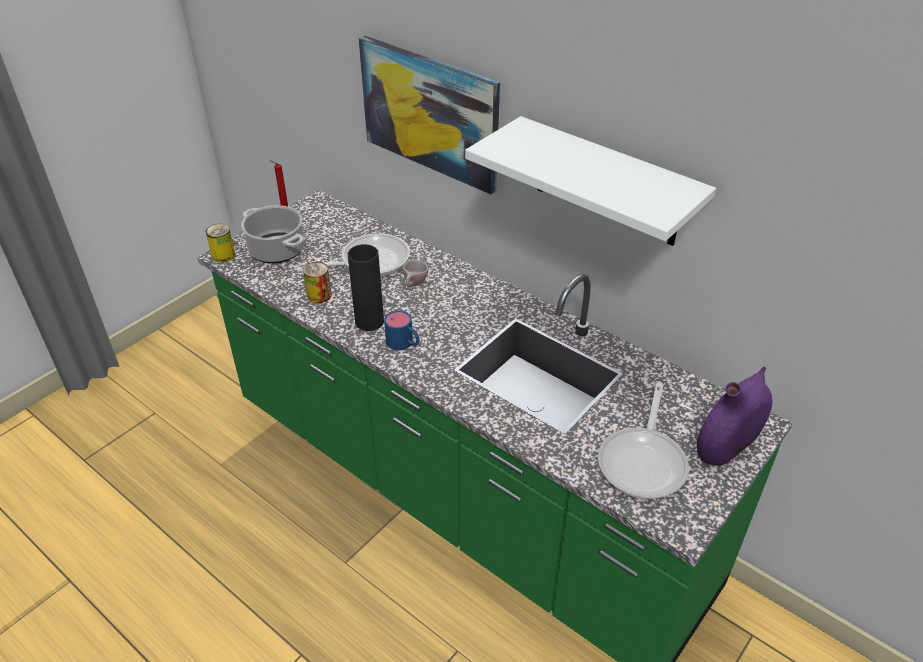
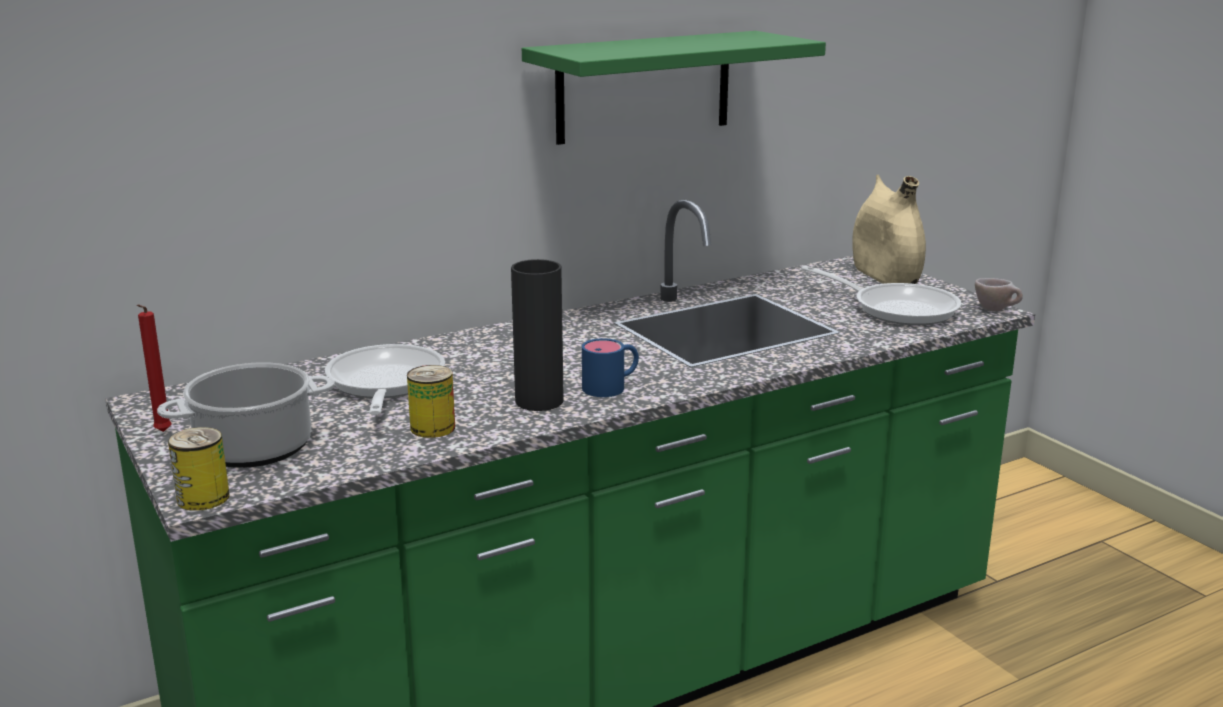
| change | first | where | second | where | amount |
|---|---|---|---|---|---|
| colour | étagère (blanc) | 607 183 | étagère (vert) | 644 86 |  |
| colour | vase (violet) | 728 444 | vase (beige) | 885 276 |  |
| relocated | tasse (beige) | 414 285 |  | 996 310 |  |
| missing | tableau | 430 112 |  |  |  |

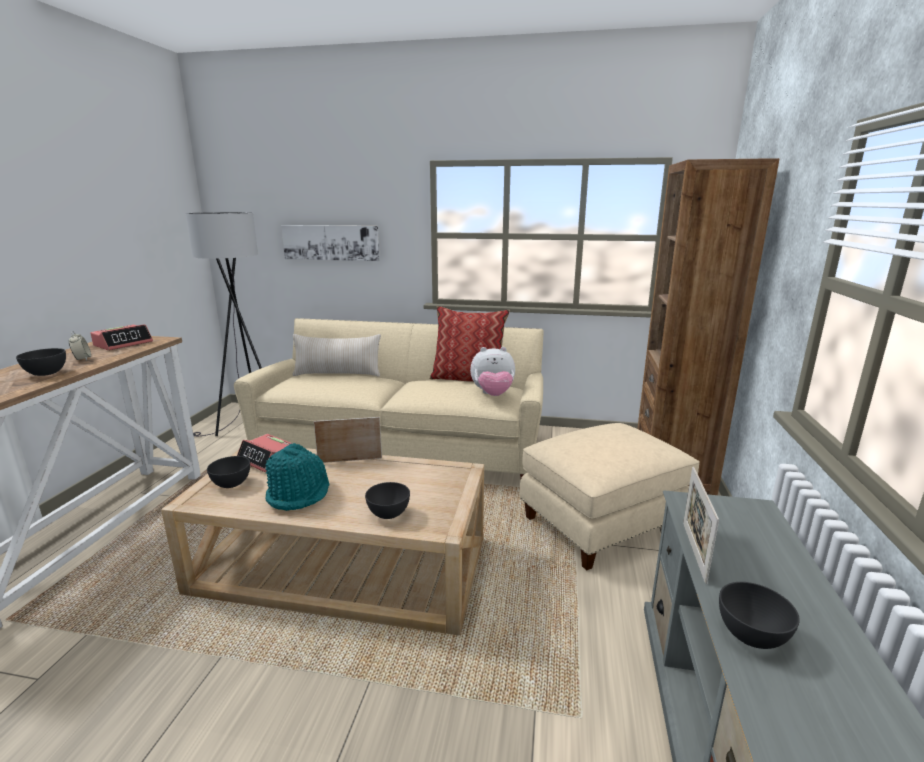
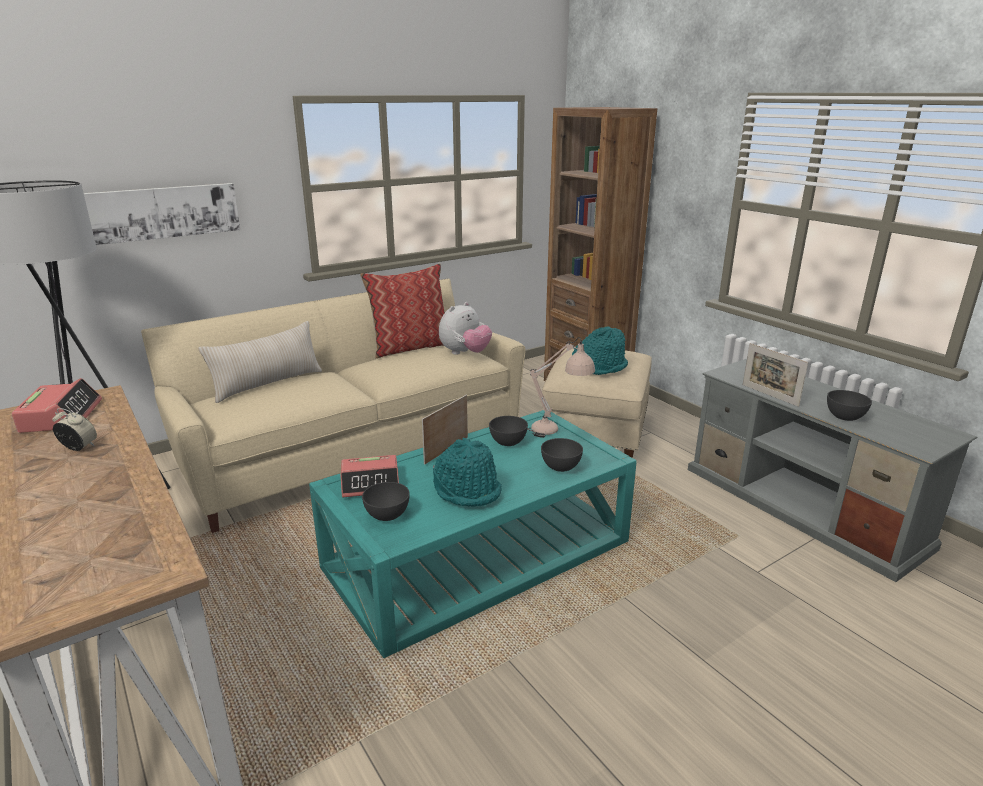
| change | first | where | second | where | amount |
|---|---|---|---|---|---|
| colour | table basse (beige) | 343 564 | table basse (turquoise) | 477 553 |  |
| relocated | bol (gris) | 46 373 |  | 507 442 |  |
| appeared |  |  | lampe de table (beige) | 558 431 |  |
| appeared |  |  | chapeau (turquoise) | 599 367 |  |

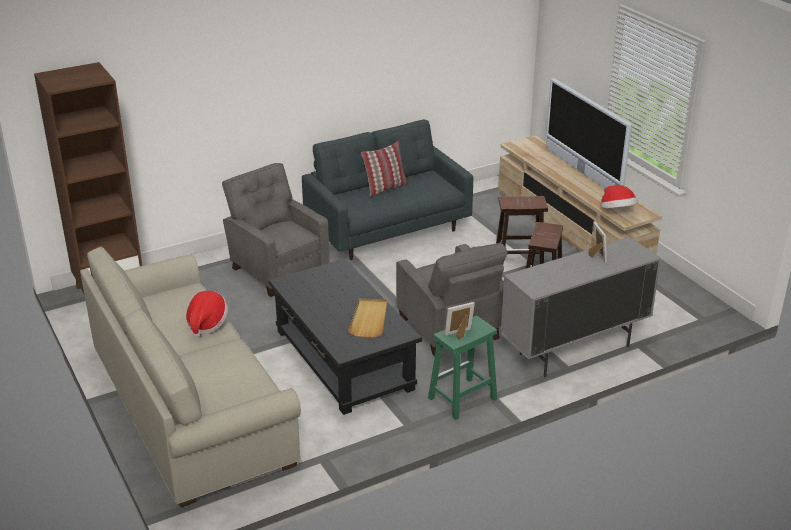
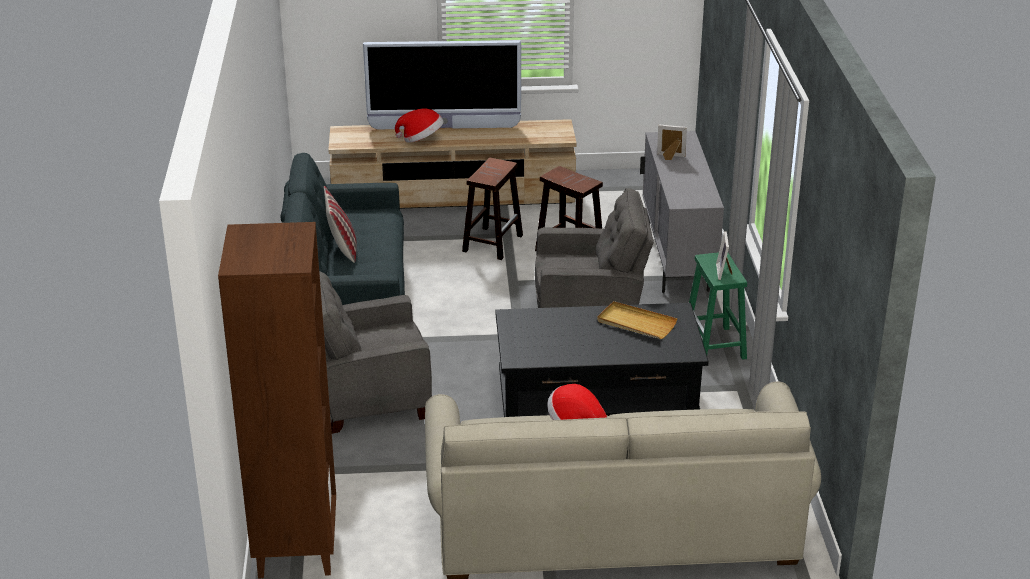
| change | first | where | second | where | amount |
|---|---|---|---|---|---|
| relocated | chapeau | 617 211 |  | 421 139 |  |

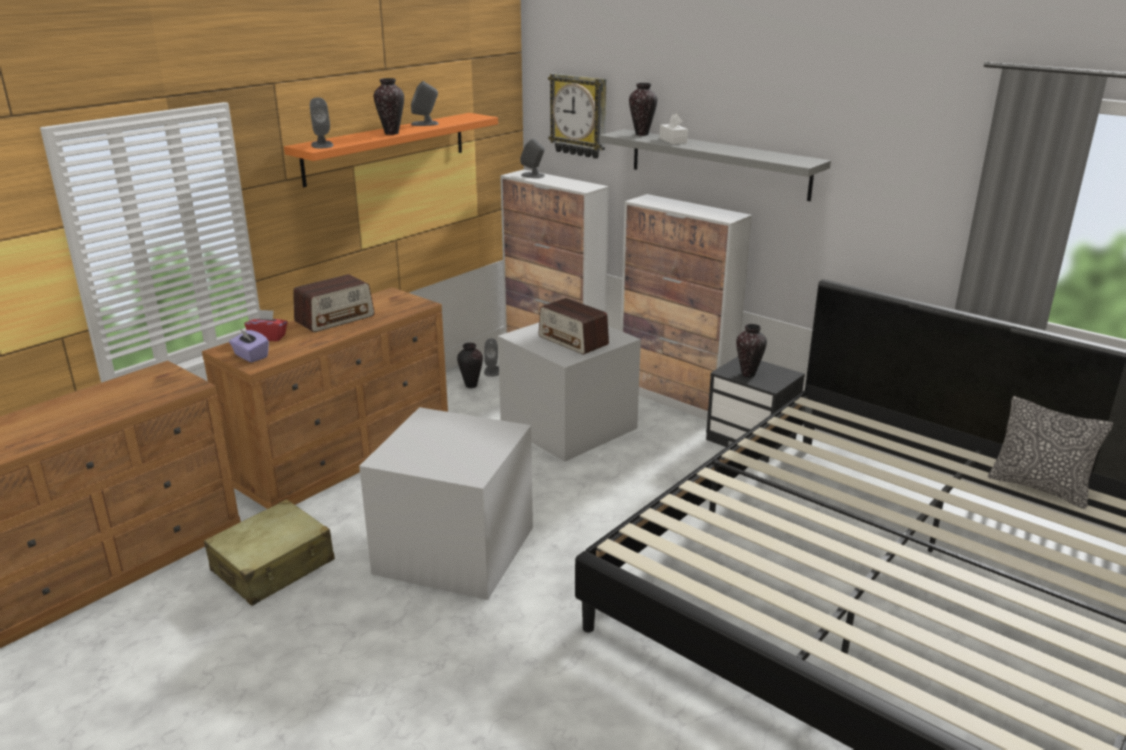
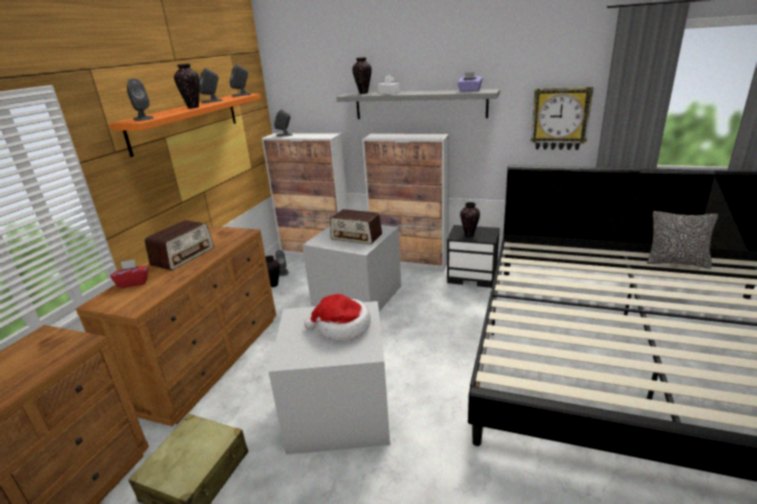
| change | first | where | second | where | amount |
|---|---|---|---|---|---|
| appeared |  |  | enceinte (gris) | 241 95 |  |
| appeared |  |  | chapeau | 342 327 |  |
| relocated | boîte à mouchoirs (violet) | 250 356 |  | 469 91 |  |
| relocated | horloge murale | 579 115 |  | 560 118 |  |

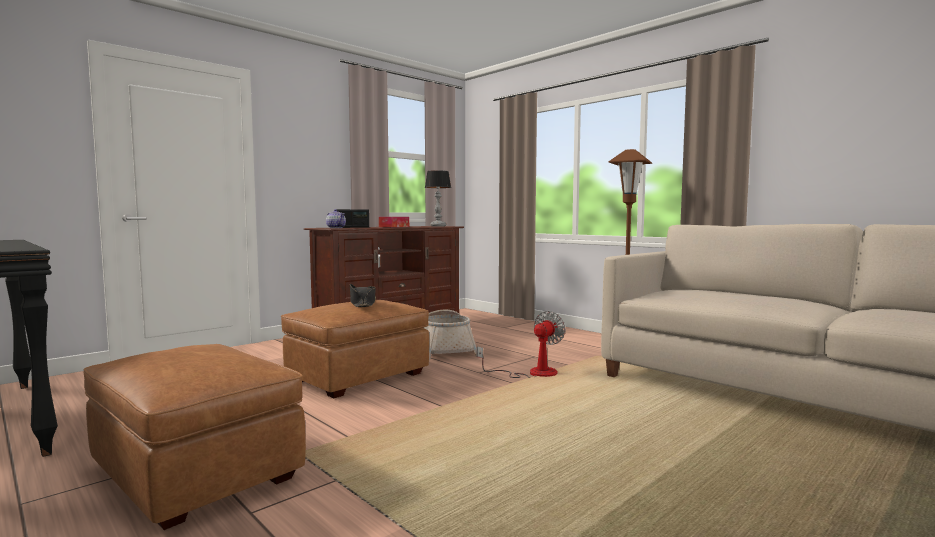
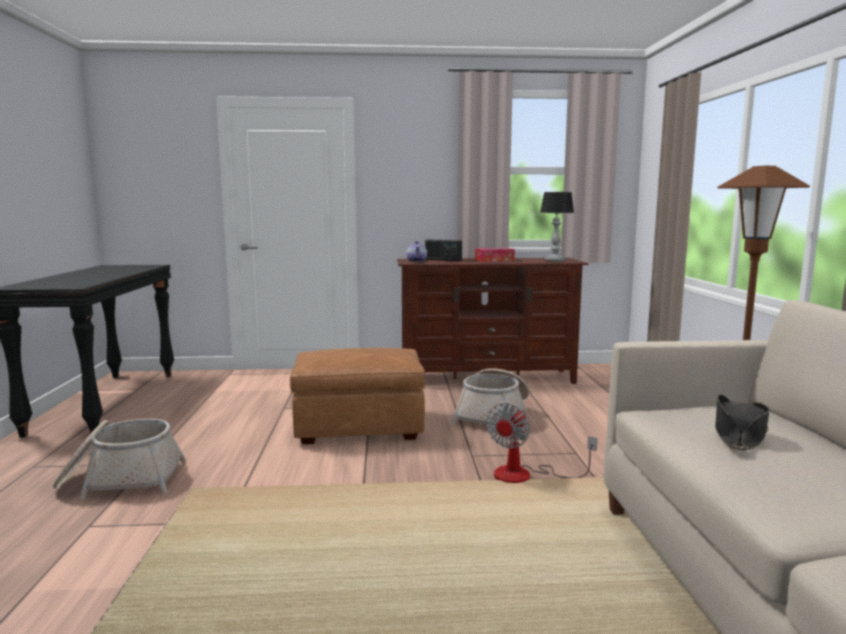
| change | first | where | second | where | amount |
|---|---|---|---|---|---|
| exchanged | pouf (marron) | 195 473 | panier | 121 480 |  |
| spun | ventilateur | 532 373 |  | 525 475 | 135 degrees clockwise |
| relocated | chapeau (noir) | 362 303 |  | 739 435 |  |

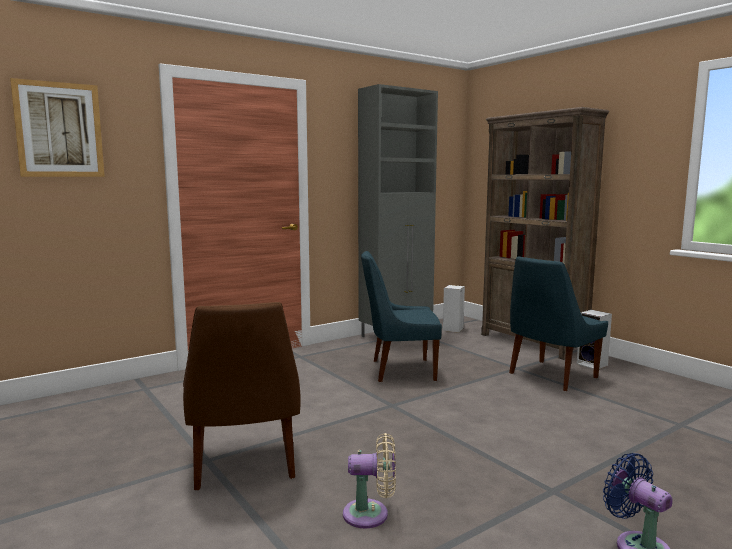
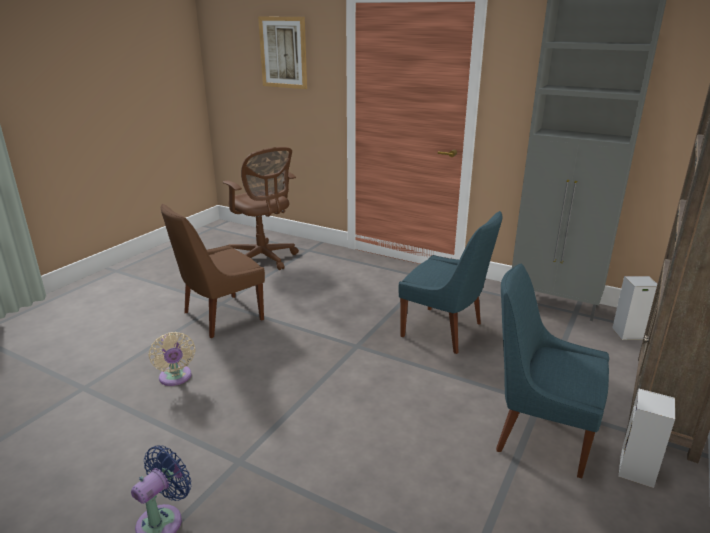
| change | first | where | second | where | amount |
|---|---|---|---|---|---|
| appeared |  |  | chaise de bureau (marron) | 264 259 |  |
| spun | chaise (bleu) | 400 370 |  | 445 331 | 150 degrees clockwise |

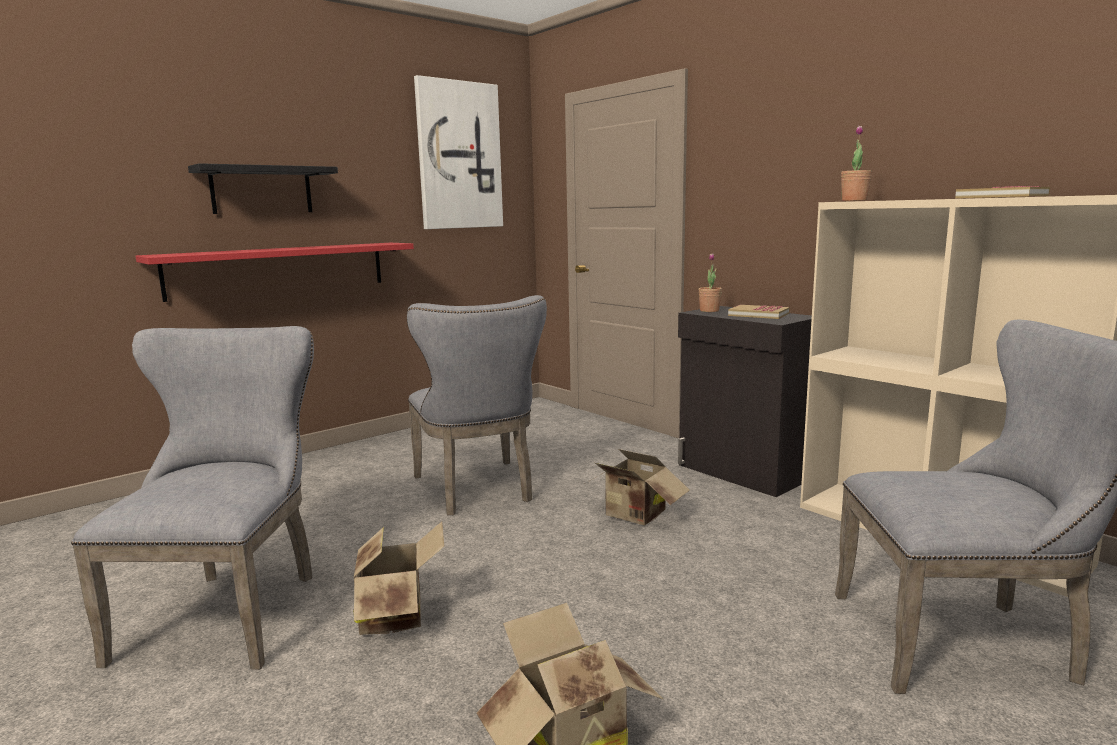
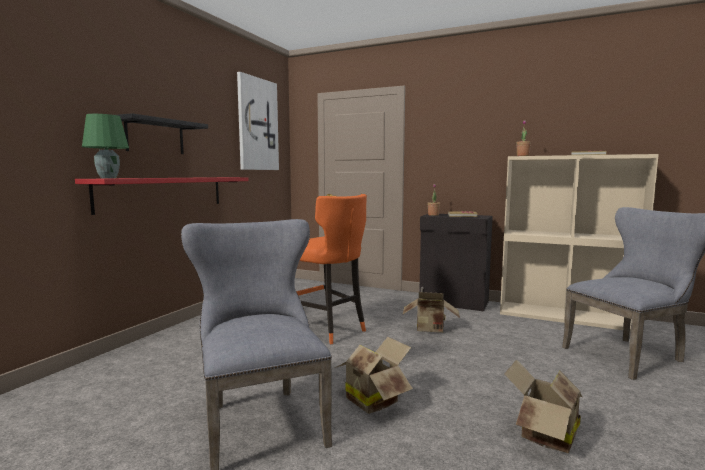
| change | first | where | second | where | amount |
|---|---|---|---|---|---|
| appeared |  |  | lampe de table (vert) | 108 178 |  |
| exchanged | chaise (gris) | 478 490 | tabouret (orange) | 327 330 |  |

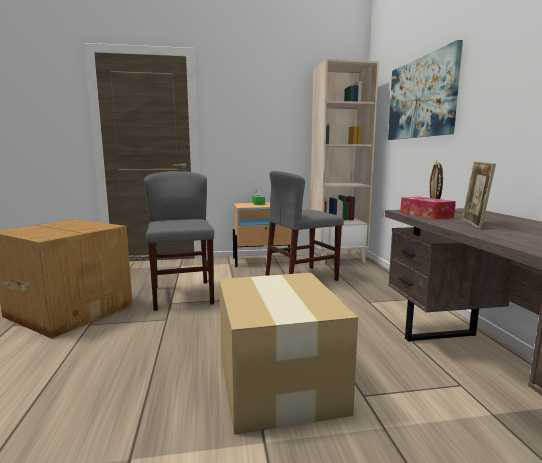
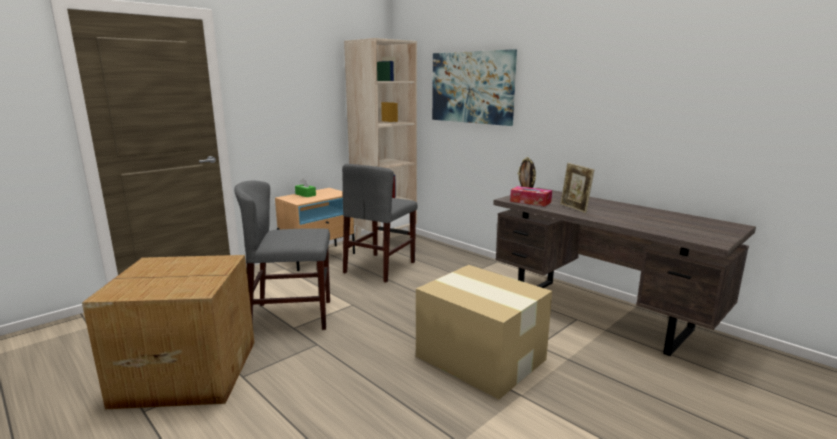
| change | first | where | second | where | amount |
|---|---|---|---|---|---|
| spun | chaise (gris) | 182 295 |  | 292 316 | 45 degrees counterclockwise |

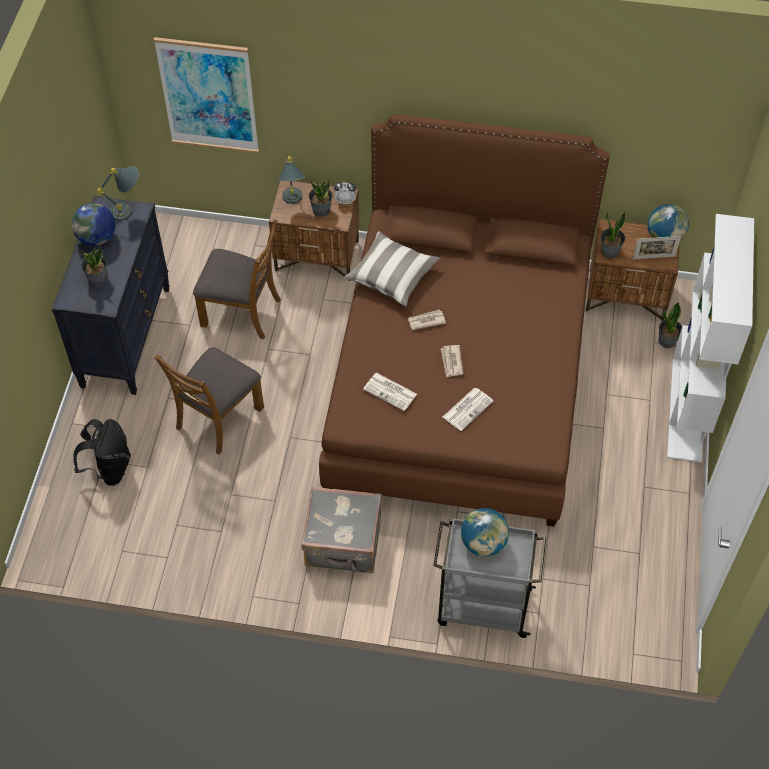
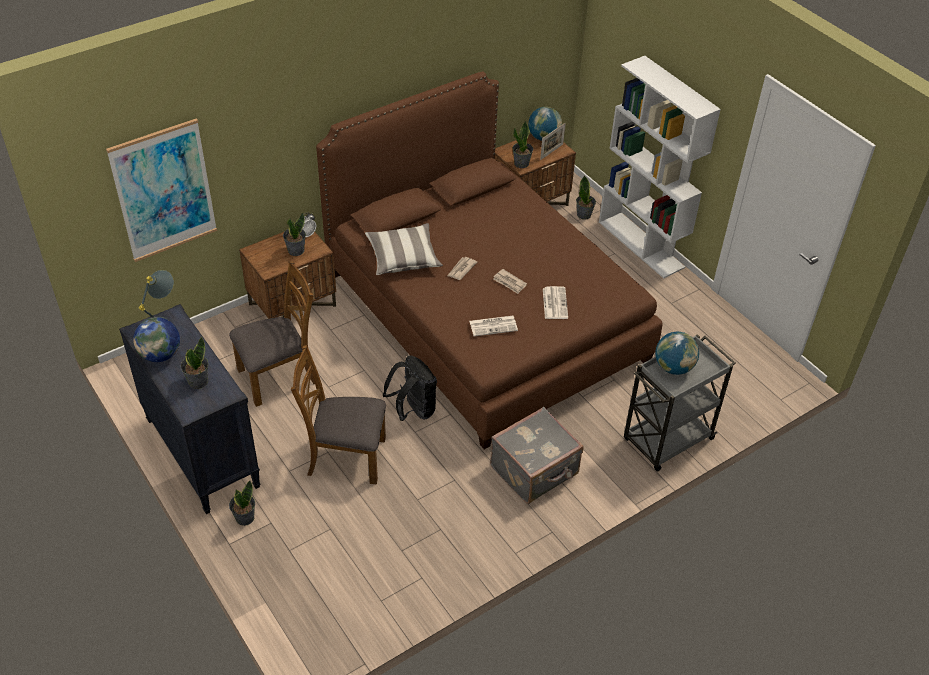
| change | first | where | second | where | amount |
|---|---|---|---|---|---|
| appeared |  |  | plante en pot | 244 517 |  |
| spun | chaise (marron) | 218 417 |  | 345 456 | 105 degrees clockwise |
| relocated | sac à dos (noir) | 109 469 |  | 413 410 |  |
| missing | lampe de table (gris) | 292 202 |  |  |  |

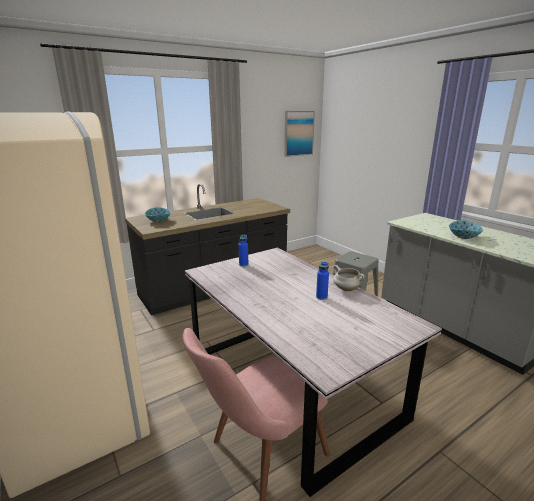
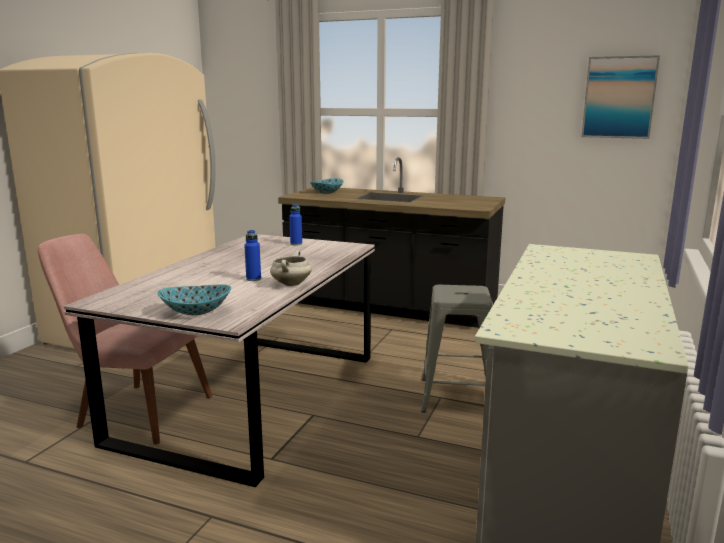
| change | first | where | second | where | amount |
|---|---|---|---|---|---|
| relocated | bol | 463 236 |  | 196 311 |  |

